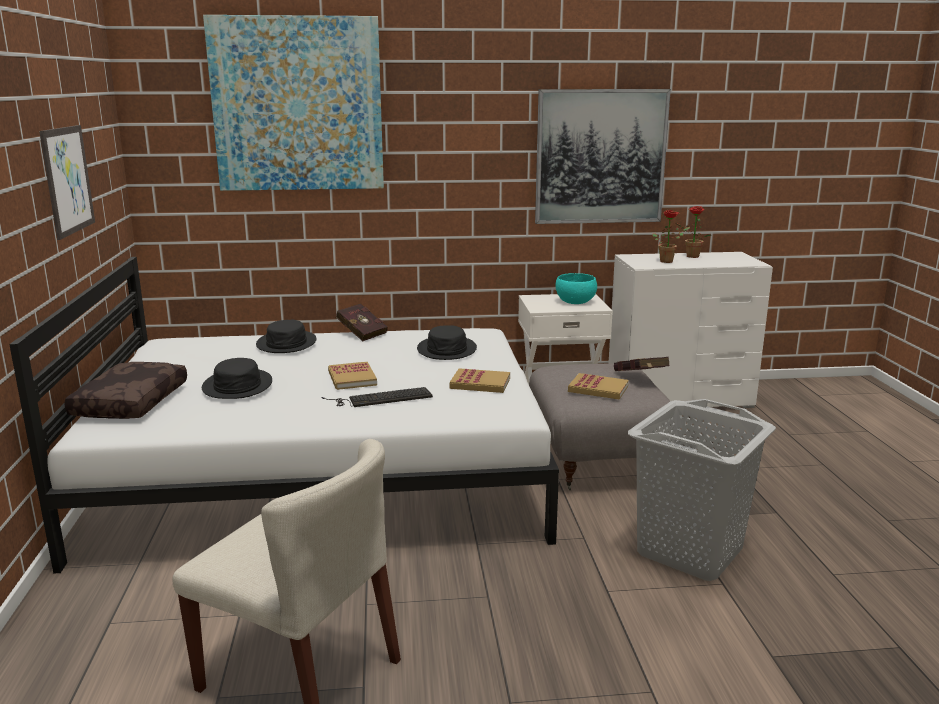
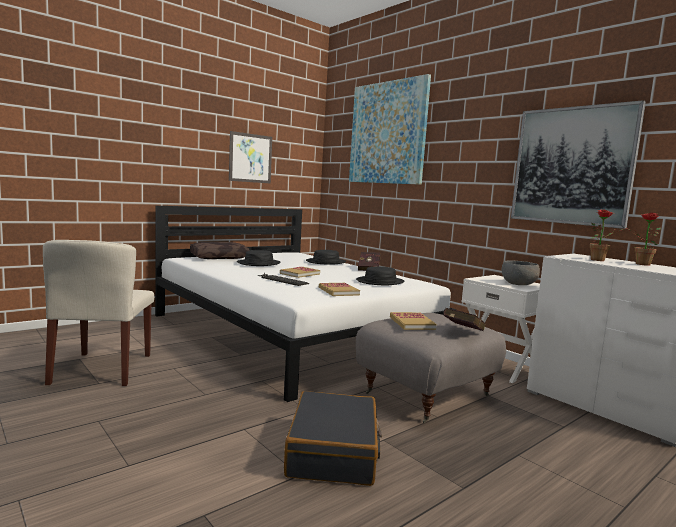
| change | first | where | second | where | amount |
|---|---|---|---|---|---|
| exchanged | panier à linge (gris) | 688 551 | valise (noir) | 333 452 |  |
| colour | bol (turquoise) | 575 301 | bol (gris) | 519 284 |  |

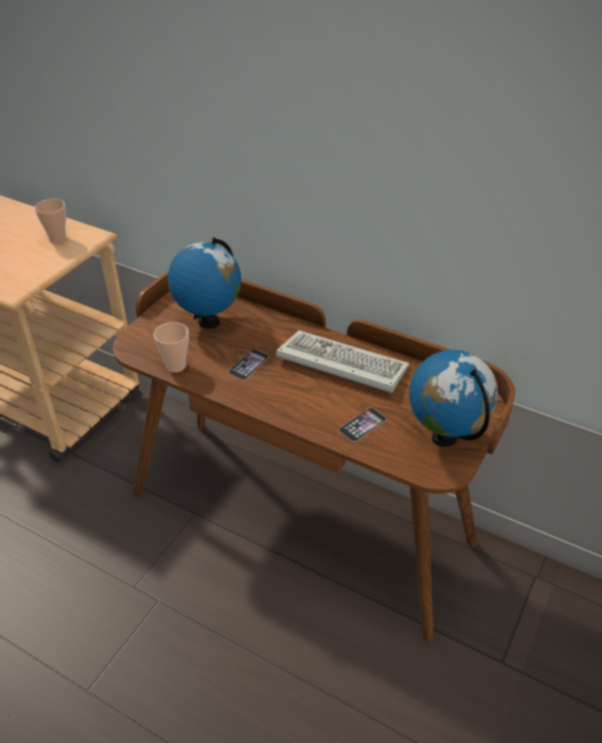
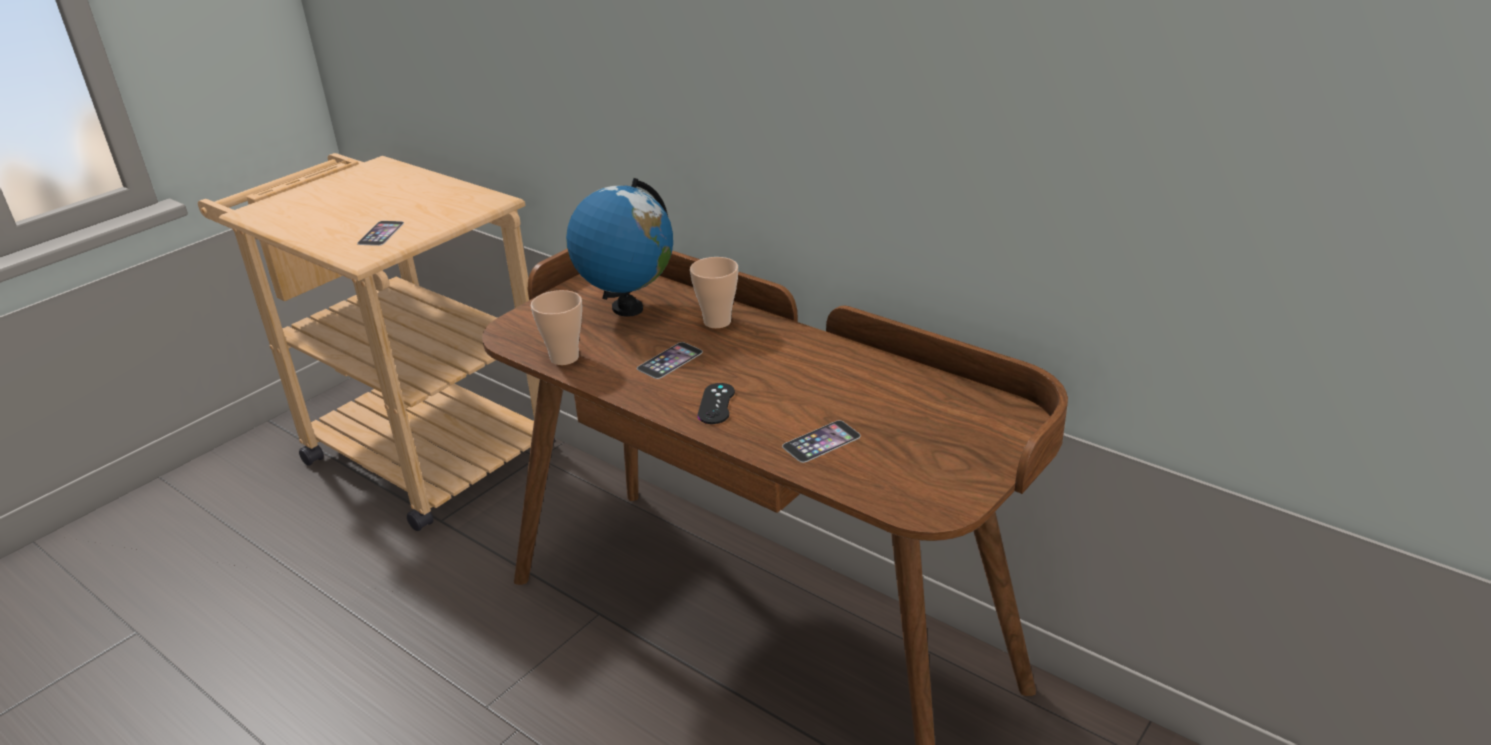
| change | first | where | second | where | amount |
|---|---|---|---|---|---|
| appeared |  |  | téléphone | 381 233 |  |
| relocated | tasse | 58 238 |  | 717 322 |  |
| appeared |  |  | manette (noir) | 716 404 |  |
| missing | clavier | 338 364 |  |  |  |
| missing | globe | 445 437 |  |  |  |

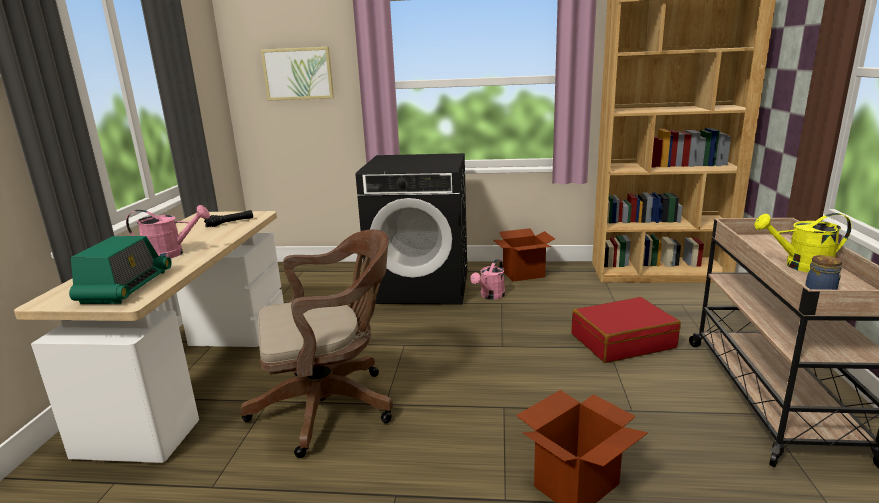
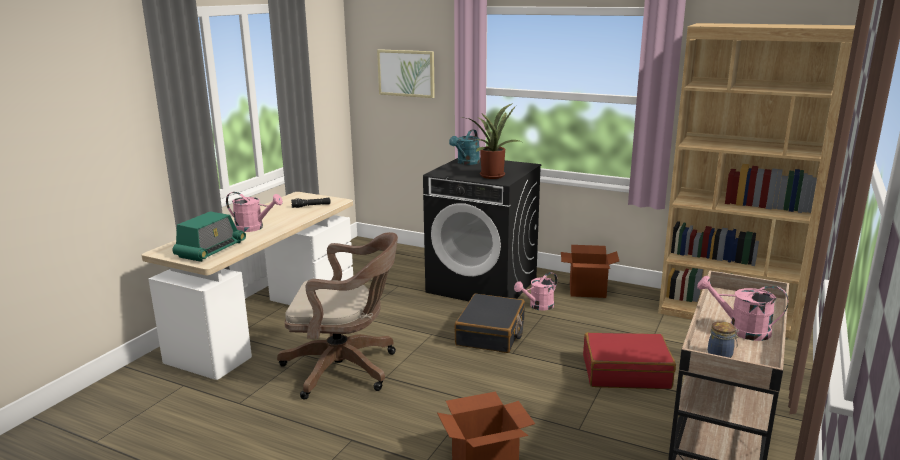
| change | first | where | second | where | amount |
|---|---|---|---|---|---|
| appeared |  |  | arrosoir (turquoise) | 466 163 |  |
| appeared |  |  | valise (noir) | 491 333 |  |
| appeared |  |  | plante en pot | 491 175 |  |
| colour | arrosoir (jaune) | 800 266 | arrosoir (rose) | 741 330 |  |

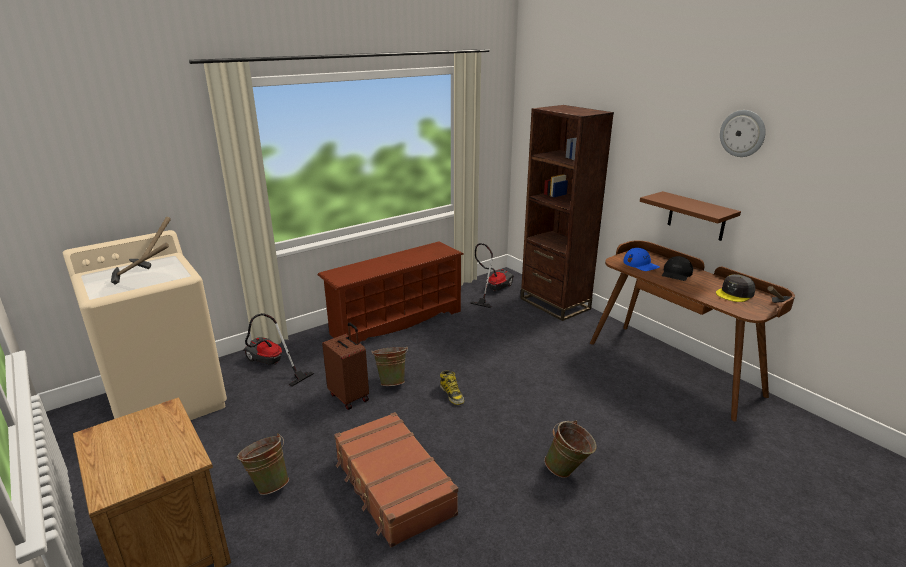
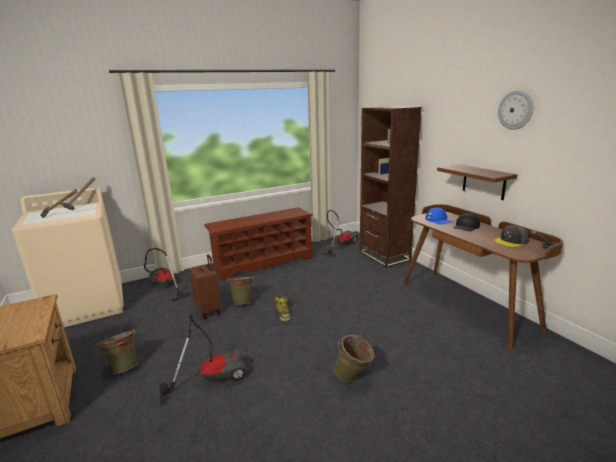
| change | first | where | second | where | amount |
|---|---|---|---|---|---|
| exchanged | valise (marron) | 393 487 | aspirateur | 211 377 |  |

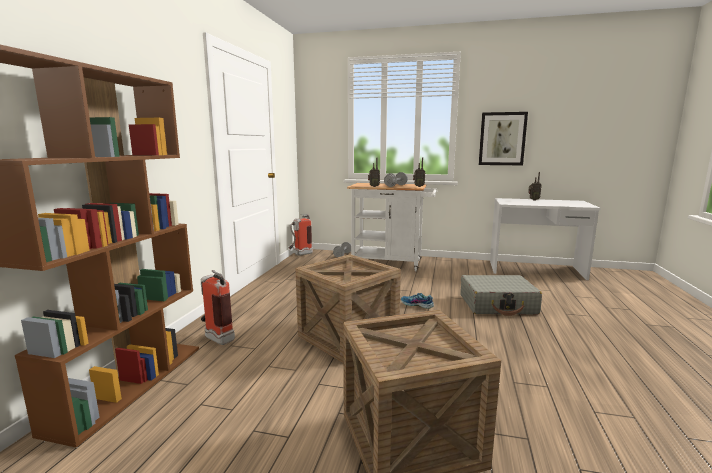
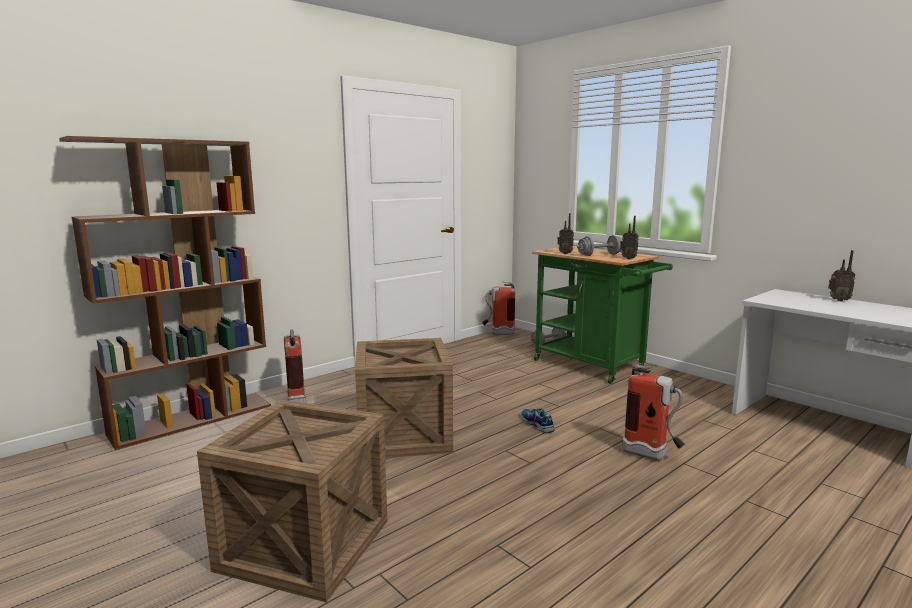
| change | first | where | second | where | amount |
|---|---|---|---|---|---|
| colour | chariot (blanc) | 391 263 | chariot (vert) | 594 367 |  |
| exchanged | valise (gris) | 498 305 | extincteur | 652 456 |  |
| missing | tableau | 502 139 |  |  |  |

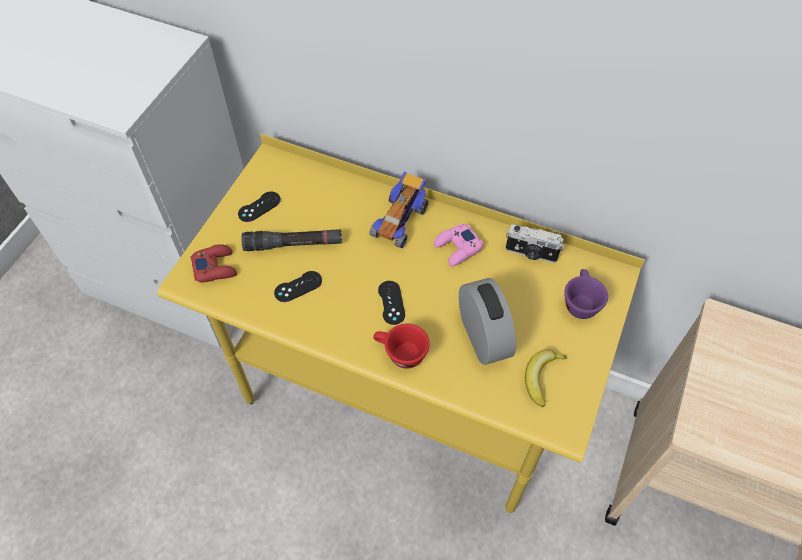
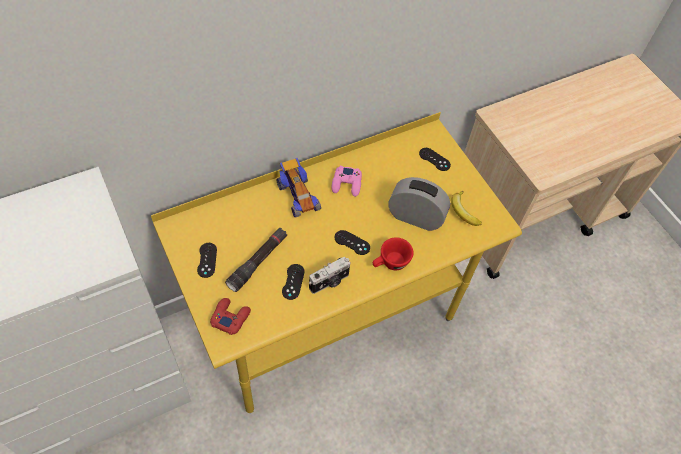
| change | first | where | second | where | amount |
|---|---|---|---|---|---|
| relocated | appareil photo | 531 253 |  | 329 282 |  |
| exchanged | tasse (violet) | 580 302 | manette (noir) | 434 159 |  |

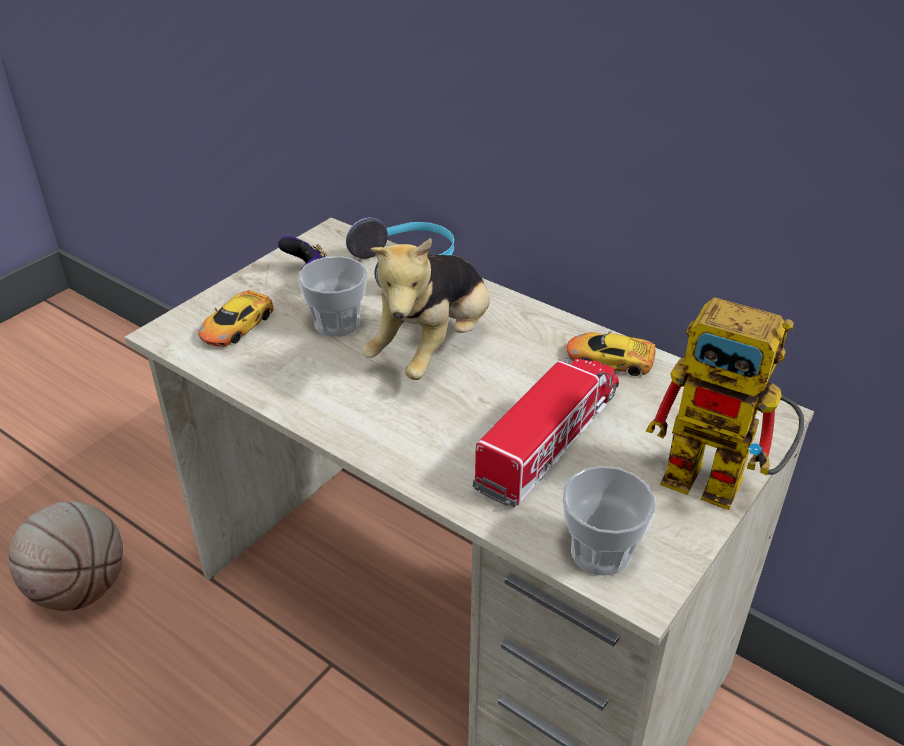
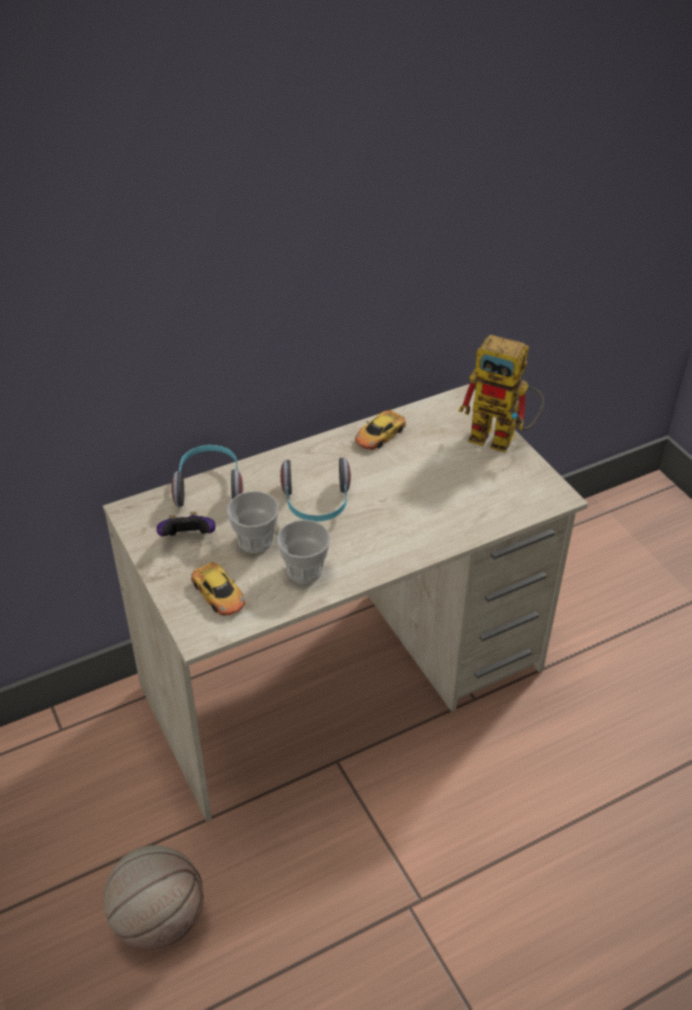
| change | first | where | second | where | amount |
|---|---|---|---|---|---|
| relocated | tasse | 600 552 |  | 304 570 |  |
| exchanged | peluche | 433 348 | casque audio | 316 504 |  |
| spun | robot jouet | 722 482 |  | 502 438 | 60 degrees clockwise |
| missing | camion jouet | 550 439 |  |  |  |

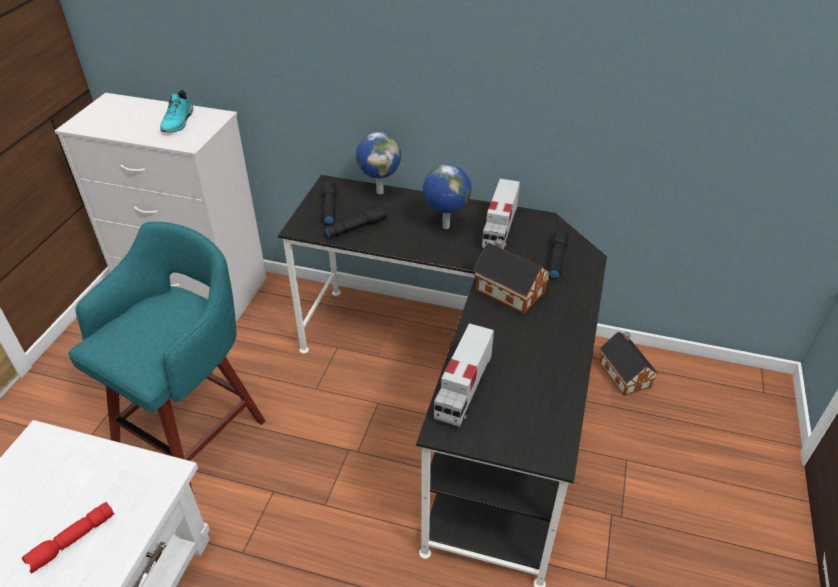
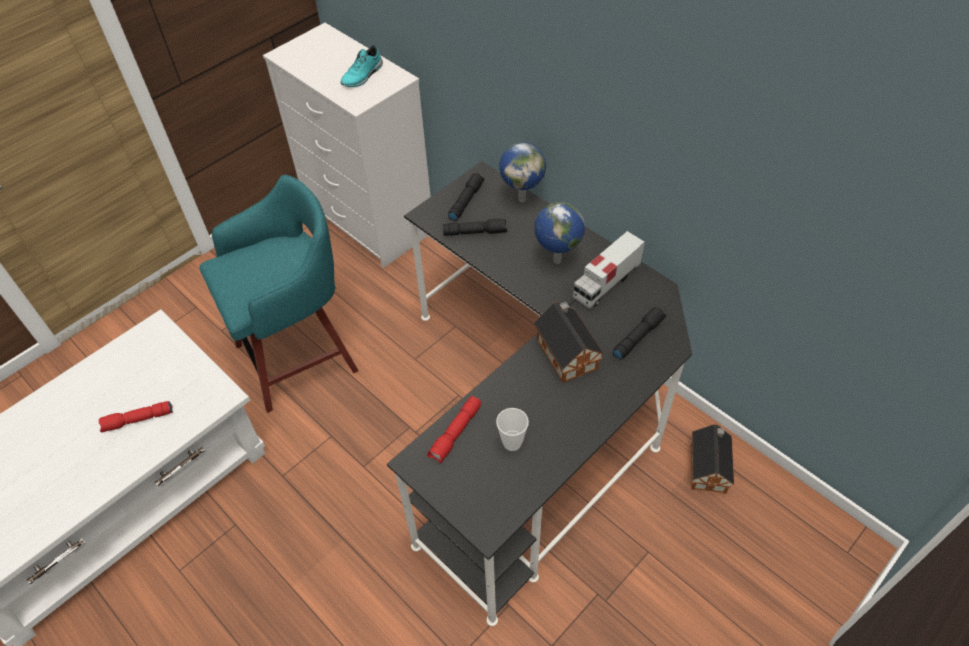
| change | first | where | second | where | amount |
|---|---|---|---|---|---|
| exchanged | camion jouet | 463 390 | lampe de poche (rouge) | 456 434 |  |
| appeared |  |  | tasse | 512 443 |  |

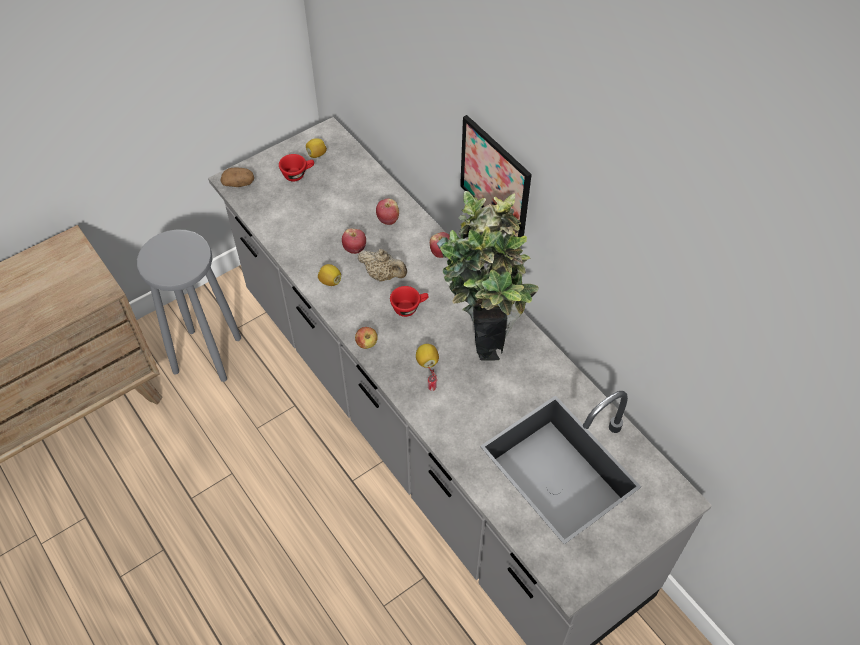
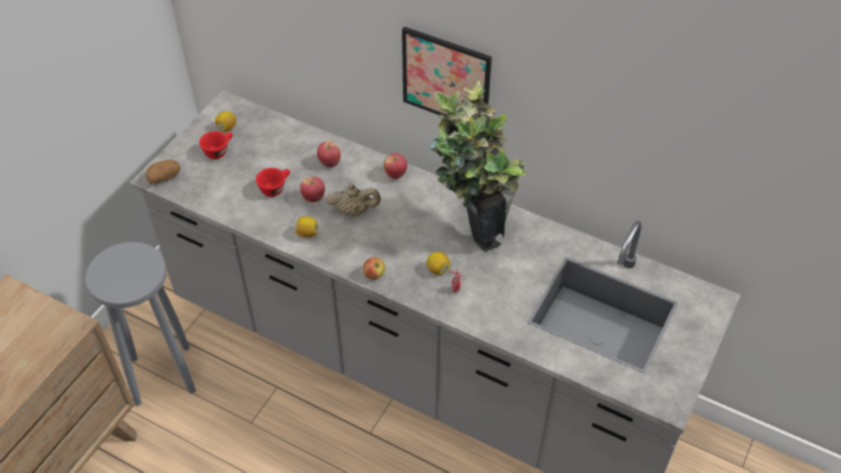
| change | first | where | second | where | amount |
|---|---|---|---|---|---|
| relocated | tasse (rouge) | 409 307 |  | 275 188 |  |

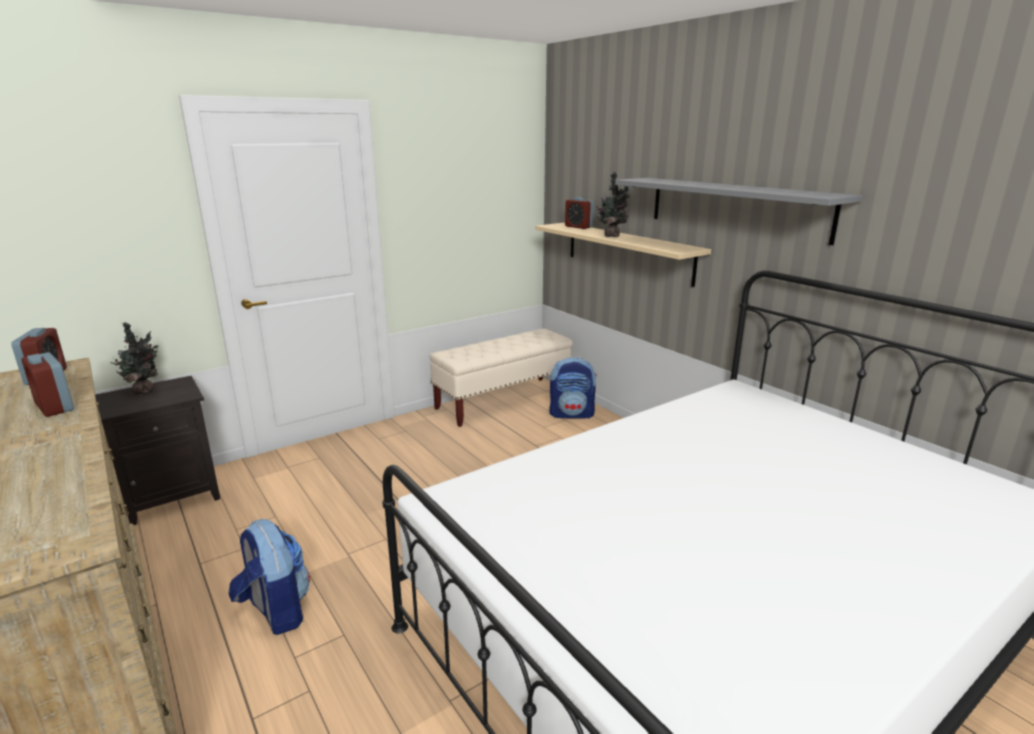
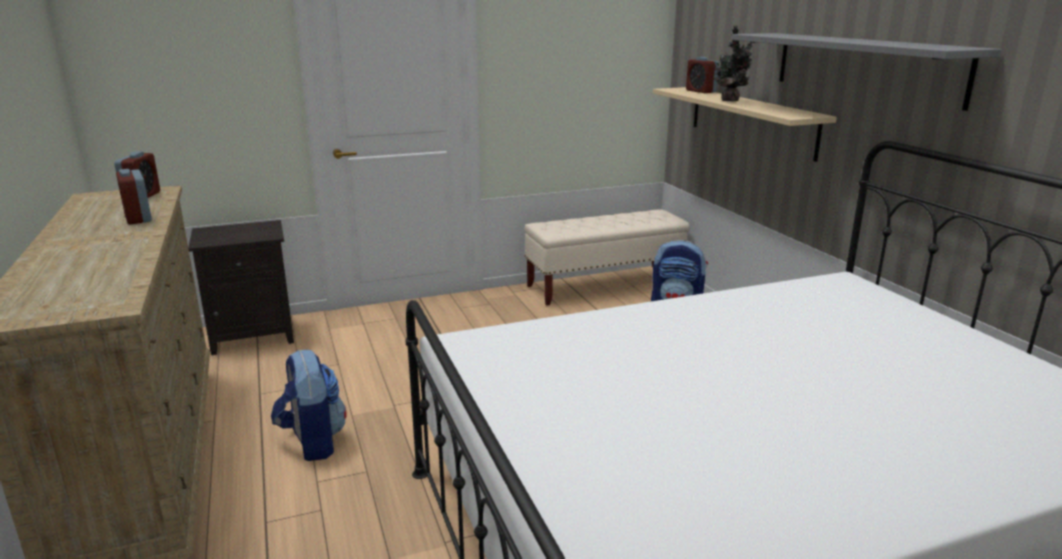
| change | first | where | second | where | amount |
|---|---|---|---|---|---|
| missing | plante en pot | 144 391 |  |  |  |

